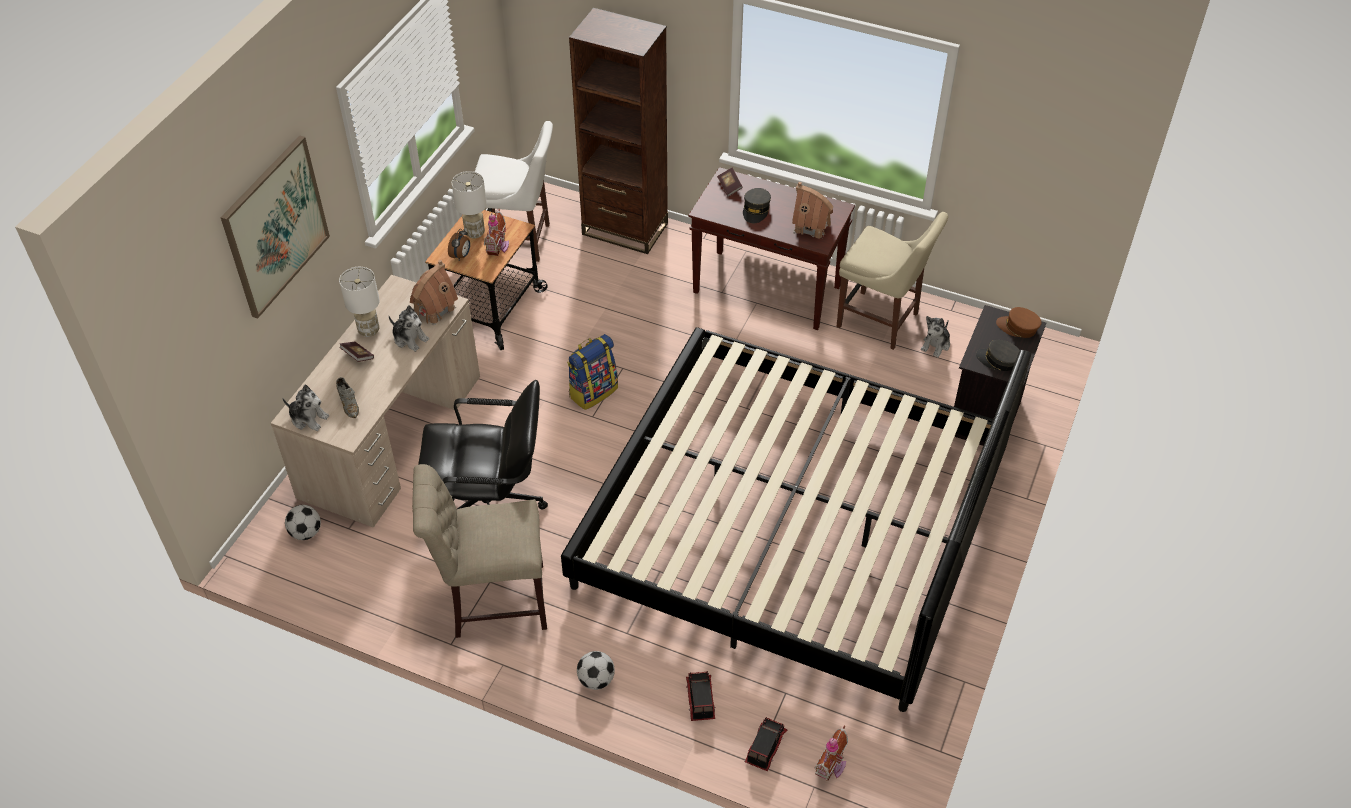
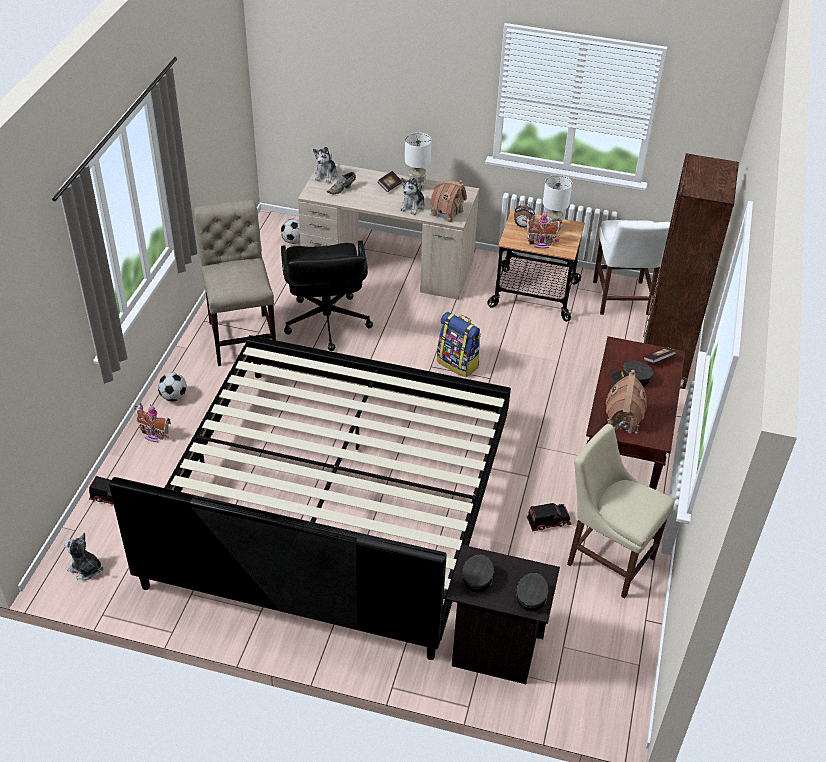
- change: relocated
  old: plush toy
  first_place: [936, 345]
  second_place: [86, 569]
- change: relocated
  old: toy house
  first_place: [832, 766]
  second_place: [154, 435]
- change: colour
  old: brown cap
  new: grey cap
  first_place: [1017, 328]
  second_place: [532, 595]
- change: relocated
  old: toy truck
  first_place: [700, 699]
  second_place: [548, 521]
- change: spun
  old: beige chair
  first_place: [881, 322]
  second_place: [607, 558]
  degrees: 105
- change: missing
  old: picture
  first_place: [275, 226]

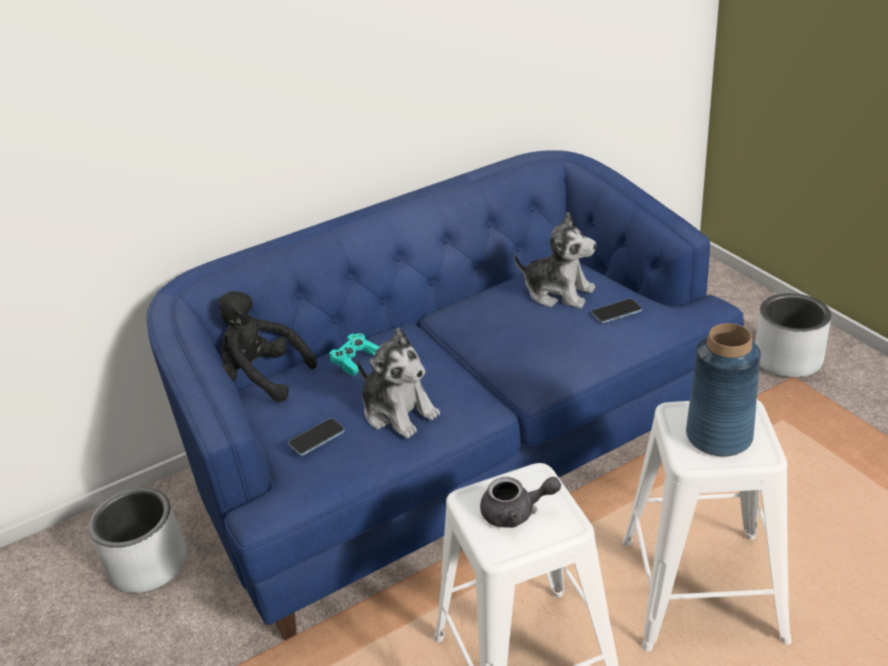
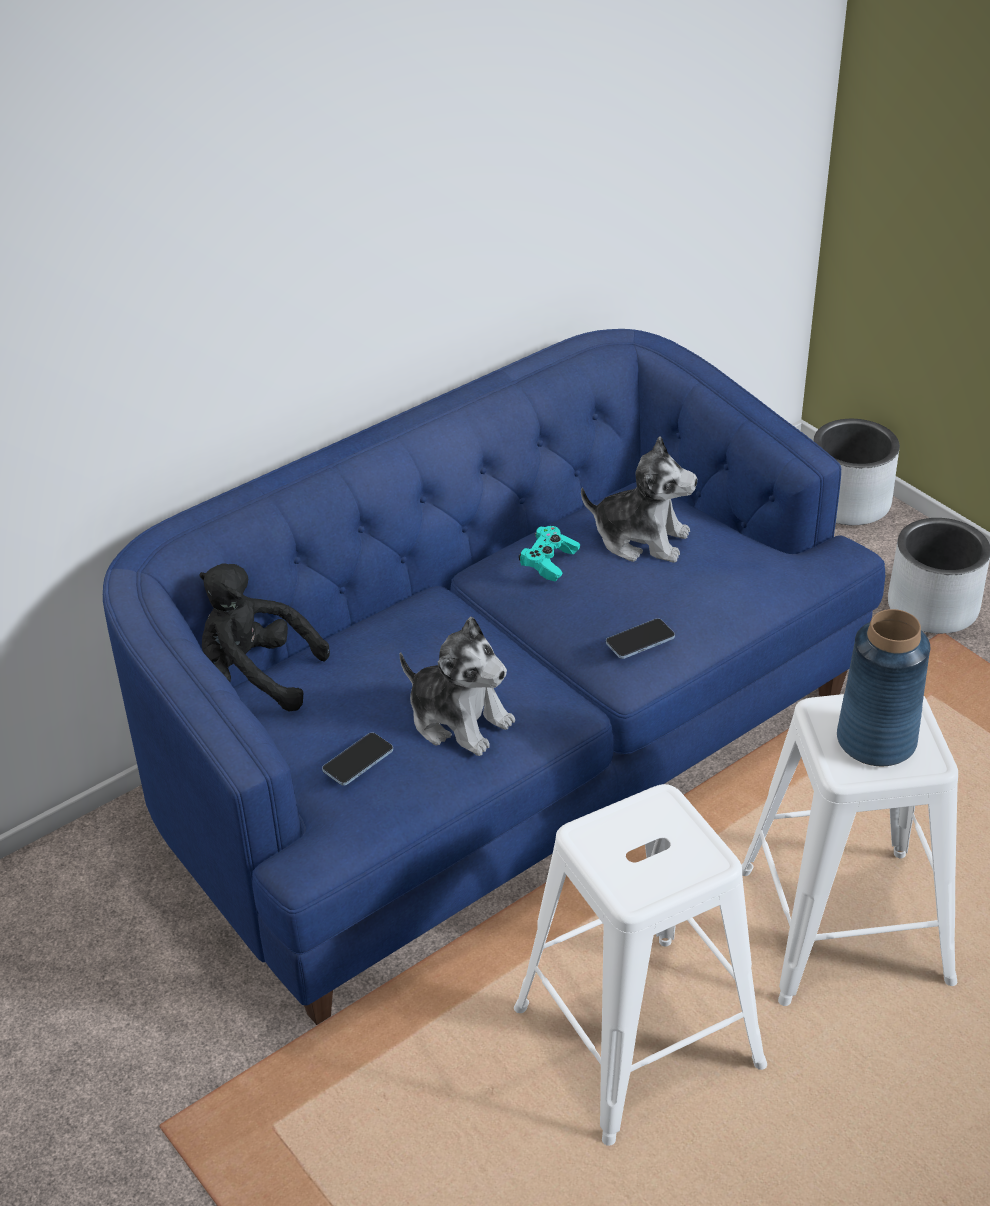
- change: relocated
  old: turquoise game controller
  first_place: [355, 361]
  second_place: [549, 562]
- change: relocated
  old: phone
  first_place: [616, 312]
  second_place: [640, 640]
- change: relocated
  old: grey planter
  first_place: [149, 564]
  second_place: [848, 503]
- change: missing
  old: grey teapot
  first_place: [516, 512]

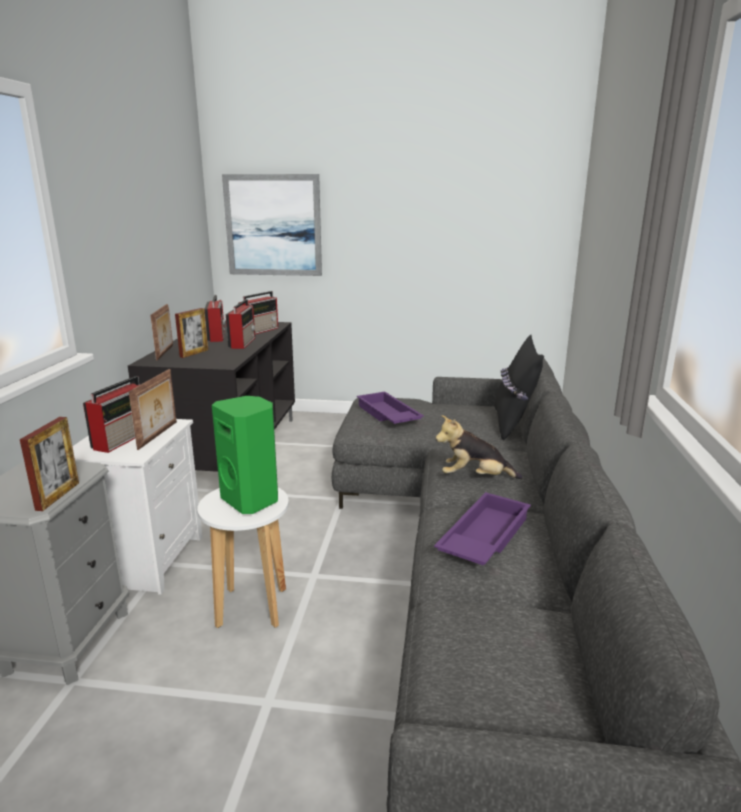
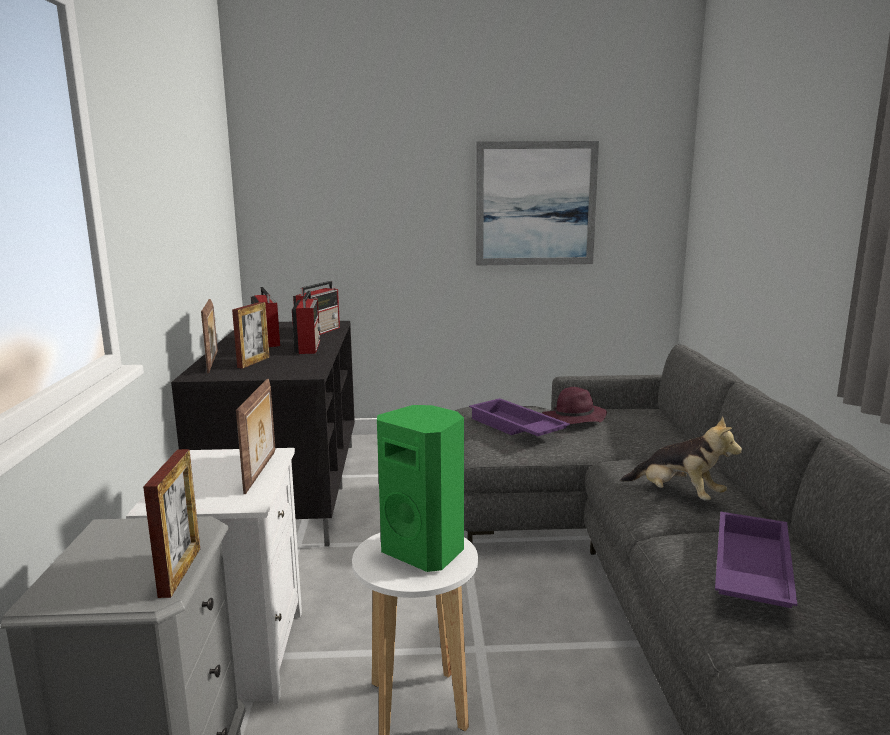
- change: relocated
  old: picture
  first_place: [273, 225]
  second_place: [535, 204]
- change: appeared
  new: purple hat
  second_place: [573, 419]
- change: spun
  old: plush toy
  first_place: [475, 478]
  second_place: [677, 495]
  degrees: -135
- change: missing
  old: radio
  first_place: [124, 438]
- change: missing
  old: black pillow
  first_place: [513, 424]

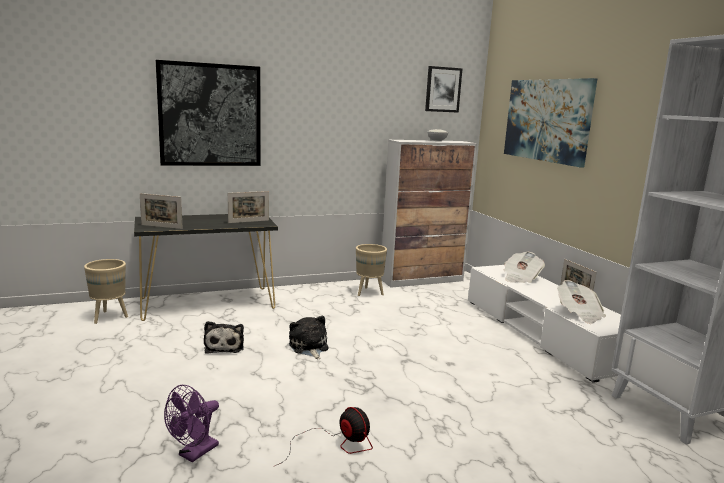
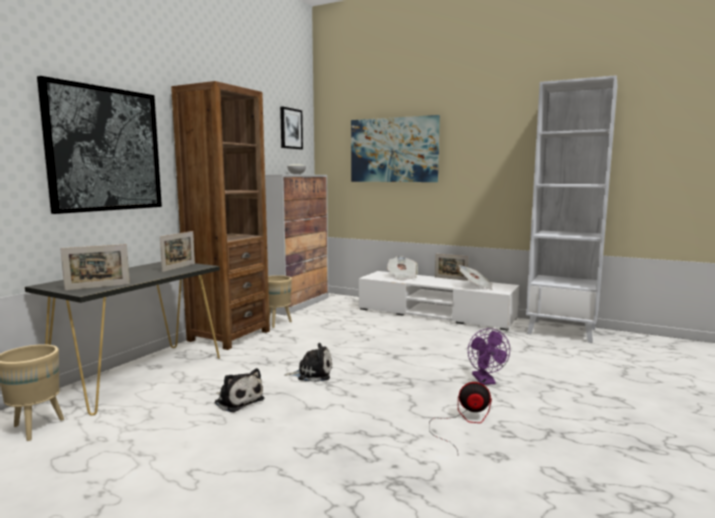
- change: appeared
  new: brown bookcase
  second_place: [229, 336]
- change: spun
  old: plush toy
  first_place: [309, 347]
  second_place: [312, 374]
  degrees: 150
- change: relocated
  old: purple fan
  first_place: [194, 454]
  second_place: [485, 381]

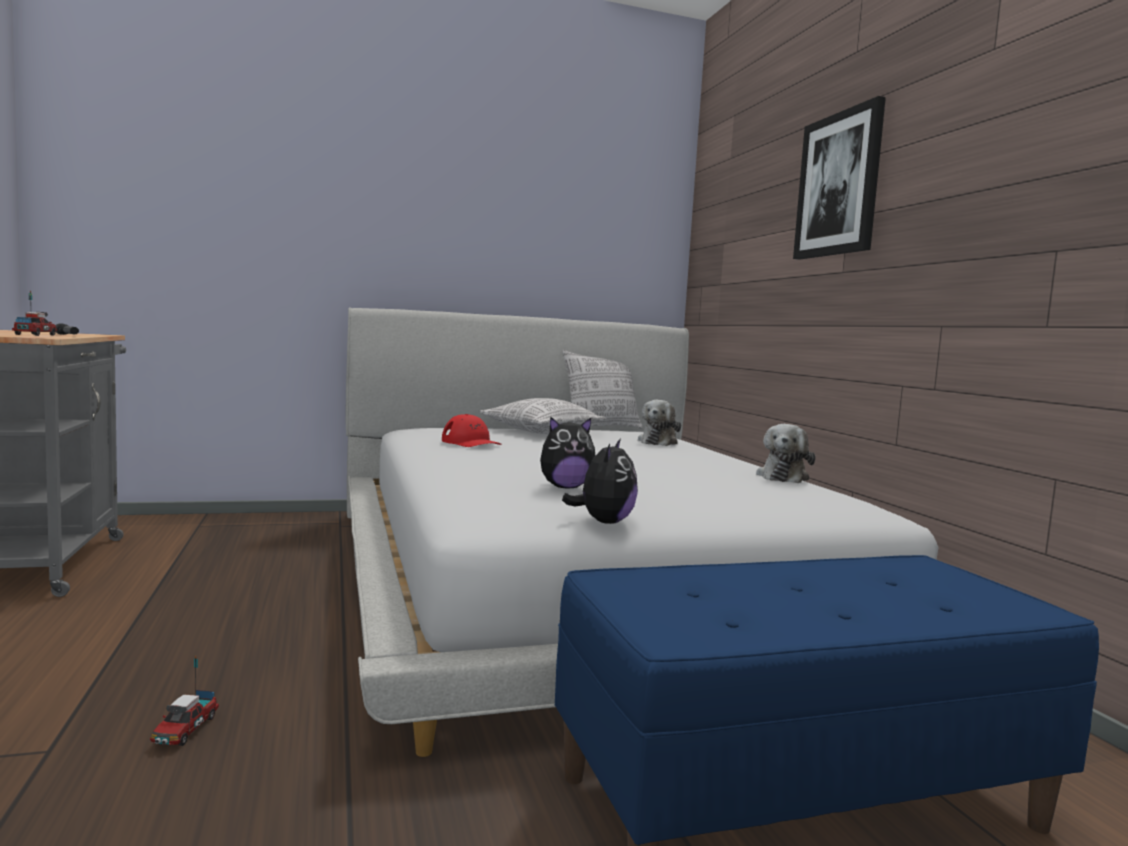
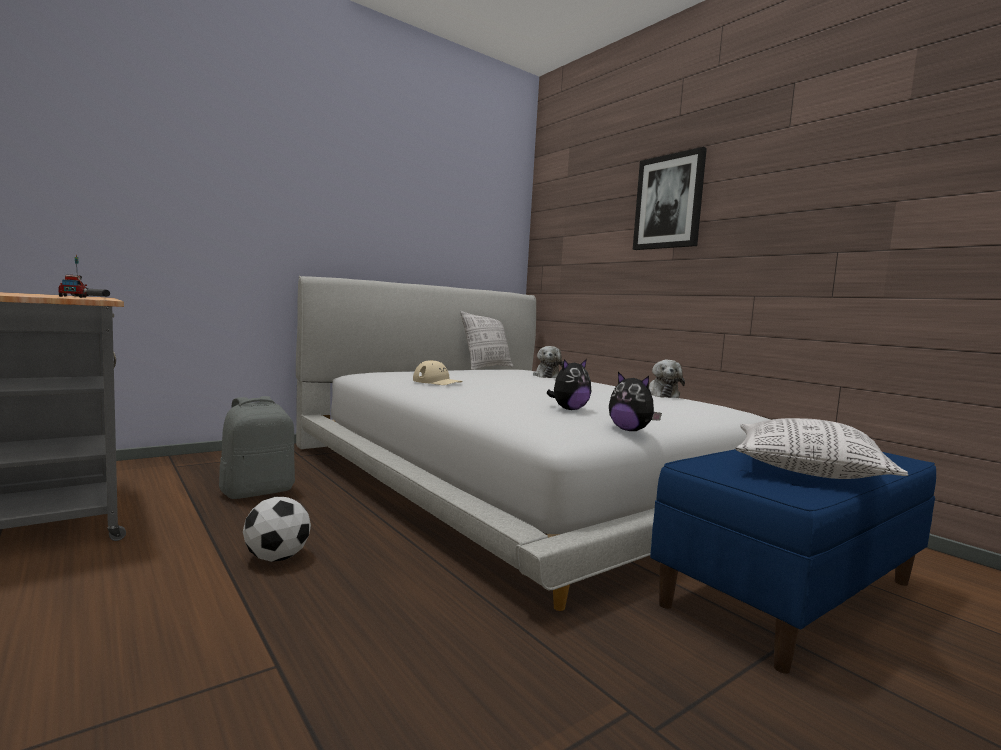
- change: appeared
  new: grey backpack
  second_place: [258, 491]
- change: appeared
  new: football
  second_place: [277, 558]
- change: colour
  old: red cap
  new: beige cap
  first_place: [471, 442]
  second_place: [437, 382]
- change: spun
  old: plush toy
  first_place: [603, 522]
  second_place: [630, 430]
  degrees: 135
- change: relocated
  old: pillow
  first_place: [542, 432]
  second_place: [807, 470]
- change: missing
  old: toy truck
  first_place: [185, 730]

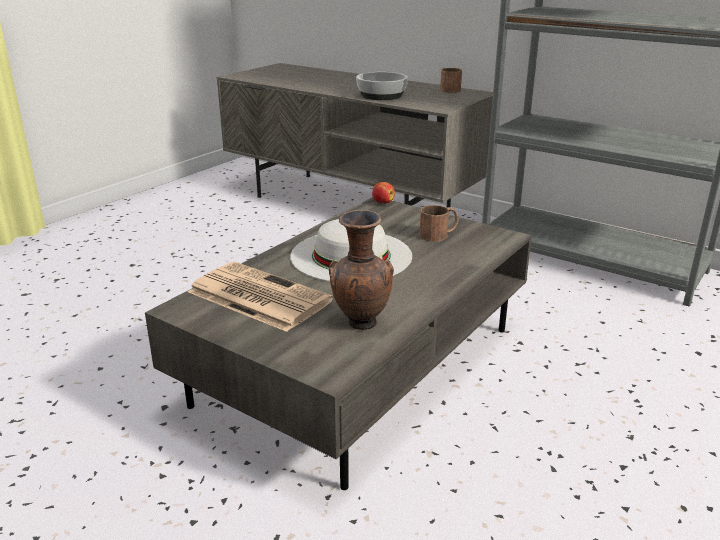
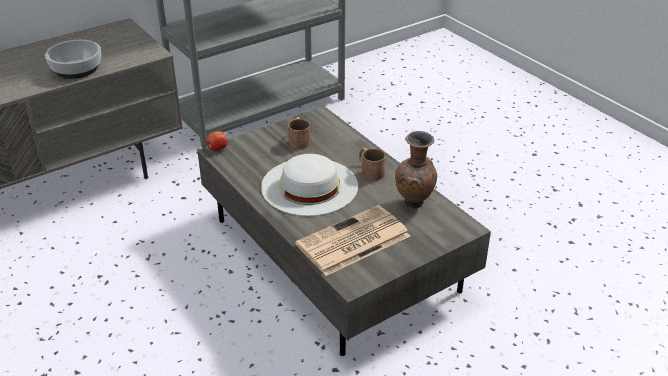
- change: relocated
  old: brown mug
  first_place: [453, 89]
  second_place: [369, 171]

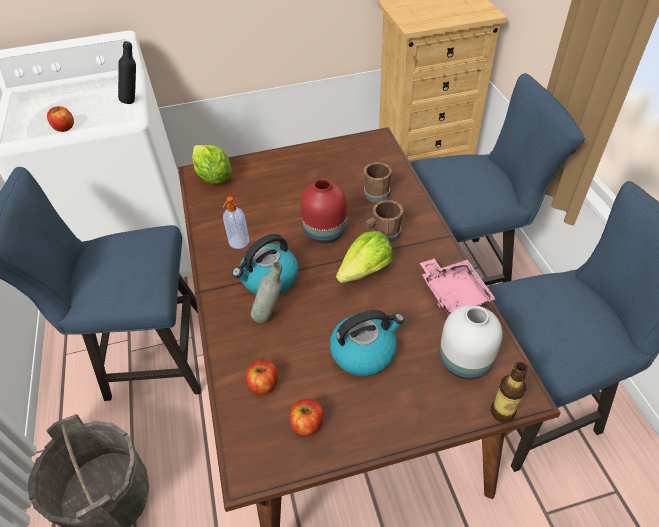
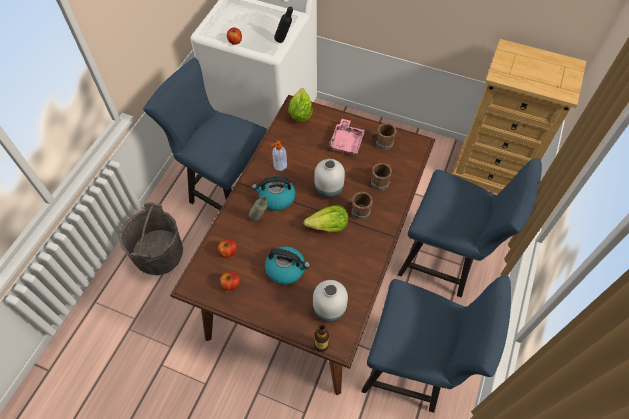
- change: colour
  old: red vase
  new: white vase
  first_place: [326, 233]
  second_place: [329, 189]
- change: relocated
  old: pink tray
  first_place: [454, 293]
  second_place: [346, 142]
- change: appeared
  new: brown mug
  second_place: [382, 143]

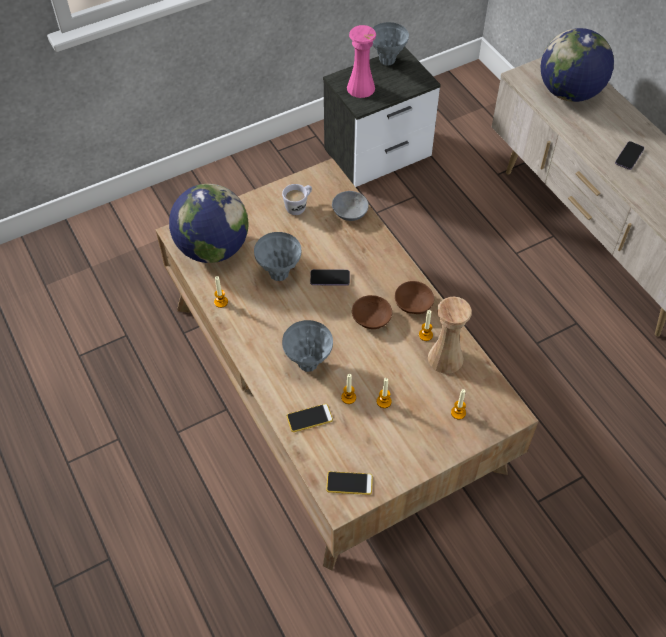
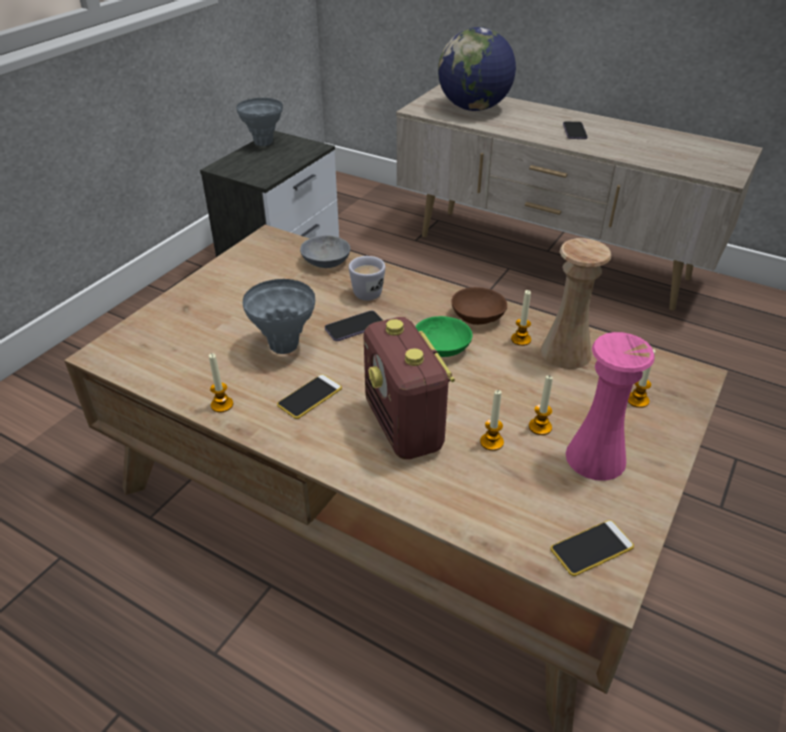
- change: relocated
  old: phone
  first_place: [309, 418]
  second_place: [309, 397]
- change: relocated
  old: white mug
  first_place: [299, 206]
  second_place: [369, 290]
- change: exchanged
  old: grey vase
  new: radio
  first_place: [308, 364]
  second_place: [404, 426]
- change: colour
  old: brown bowl
  new: green bowl
  first_place: [370, 319]
  second_place: [441, 348]
- change: relocated
  old: pink vase
  first_place: [361, 88]
  second_place: [595, 458]
- change: missing
  old: globe
  first_place: [213, 248]

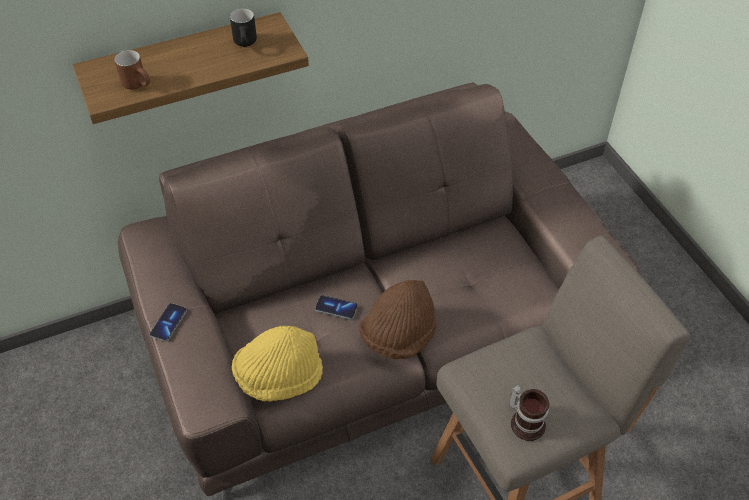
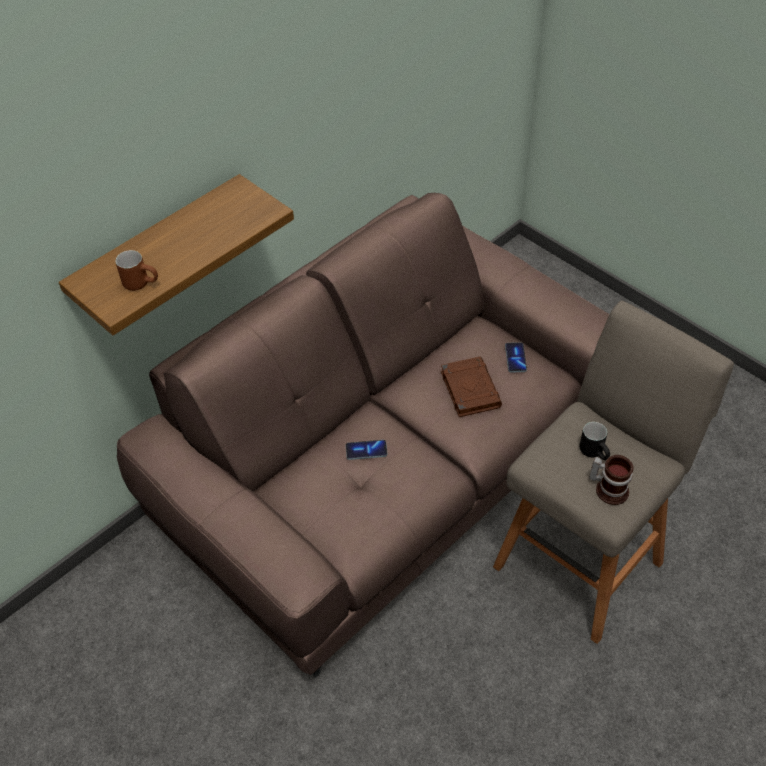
- change: appeared
  new: brown book
  second_place: [469, 389]
- change: relocated
  old: phone
  first_place: [168, 323]
  second_place: [515, 358]
- change: relocated
  old: black mug
  first_place: [247, 44]
  second_place: [595, 452]
- change: missing
  old: yellow hat
  first_place: [279, 377]
- change: missing
  old: brown hat
  first_place: [398, 336]

